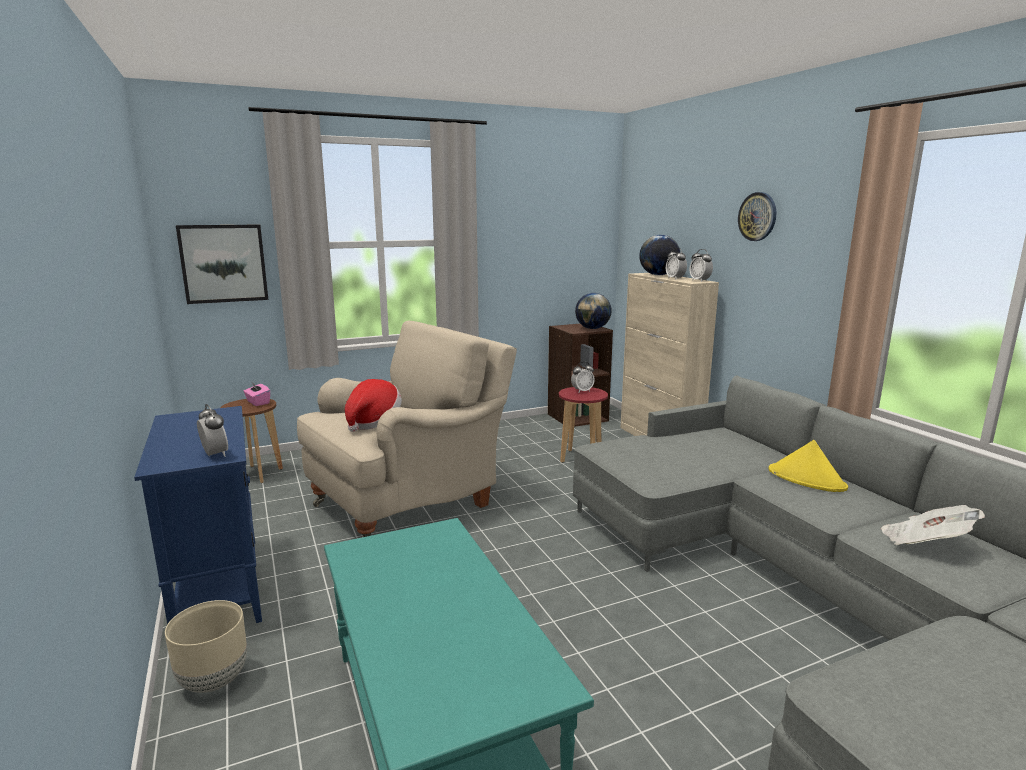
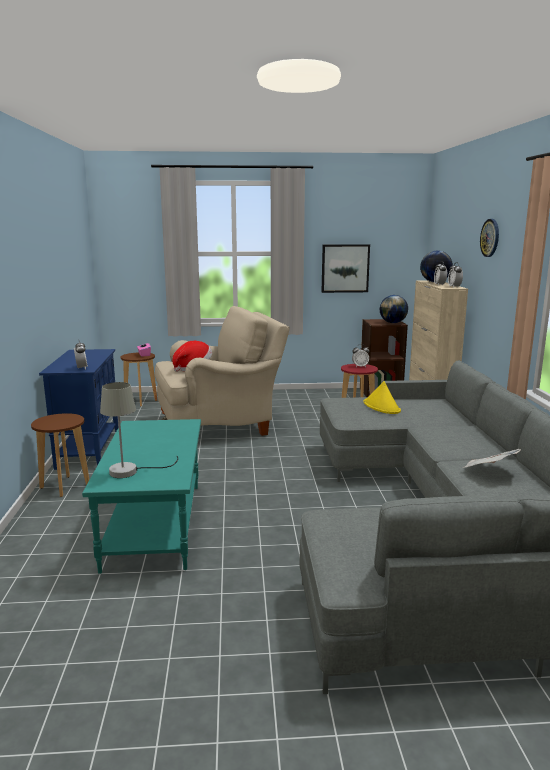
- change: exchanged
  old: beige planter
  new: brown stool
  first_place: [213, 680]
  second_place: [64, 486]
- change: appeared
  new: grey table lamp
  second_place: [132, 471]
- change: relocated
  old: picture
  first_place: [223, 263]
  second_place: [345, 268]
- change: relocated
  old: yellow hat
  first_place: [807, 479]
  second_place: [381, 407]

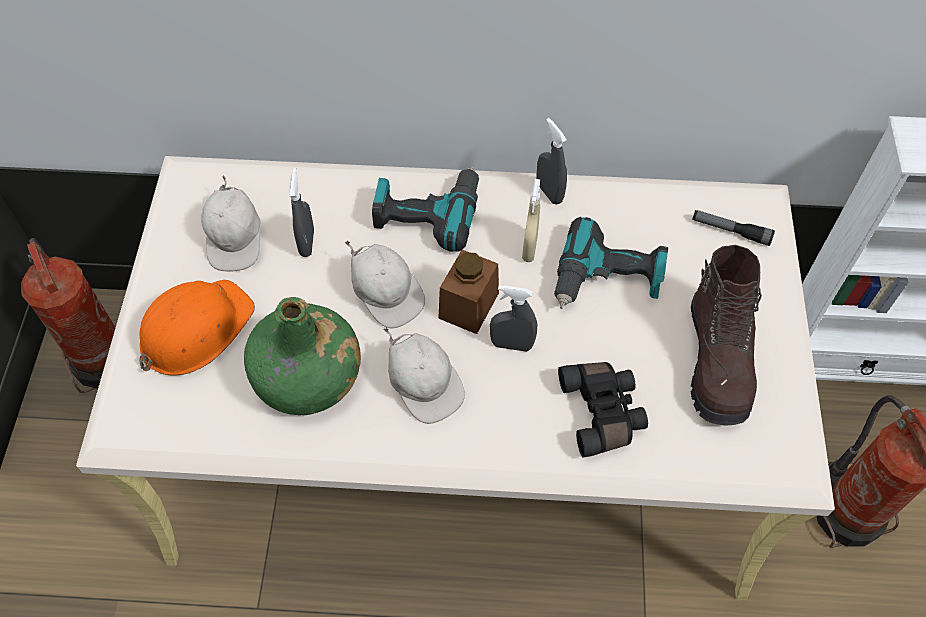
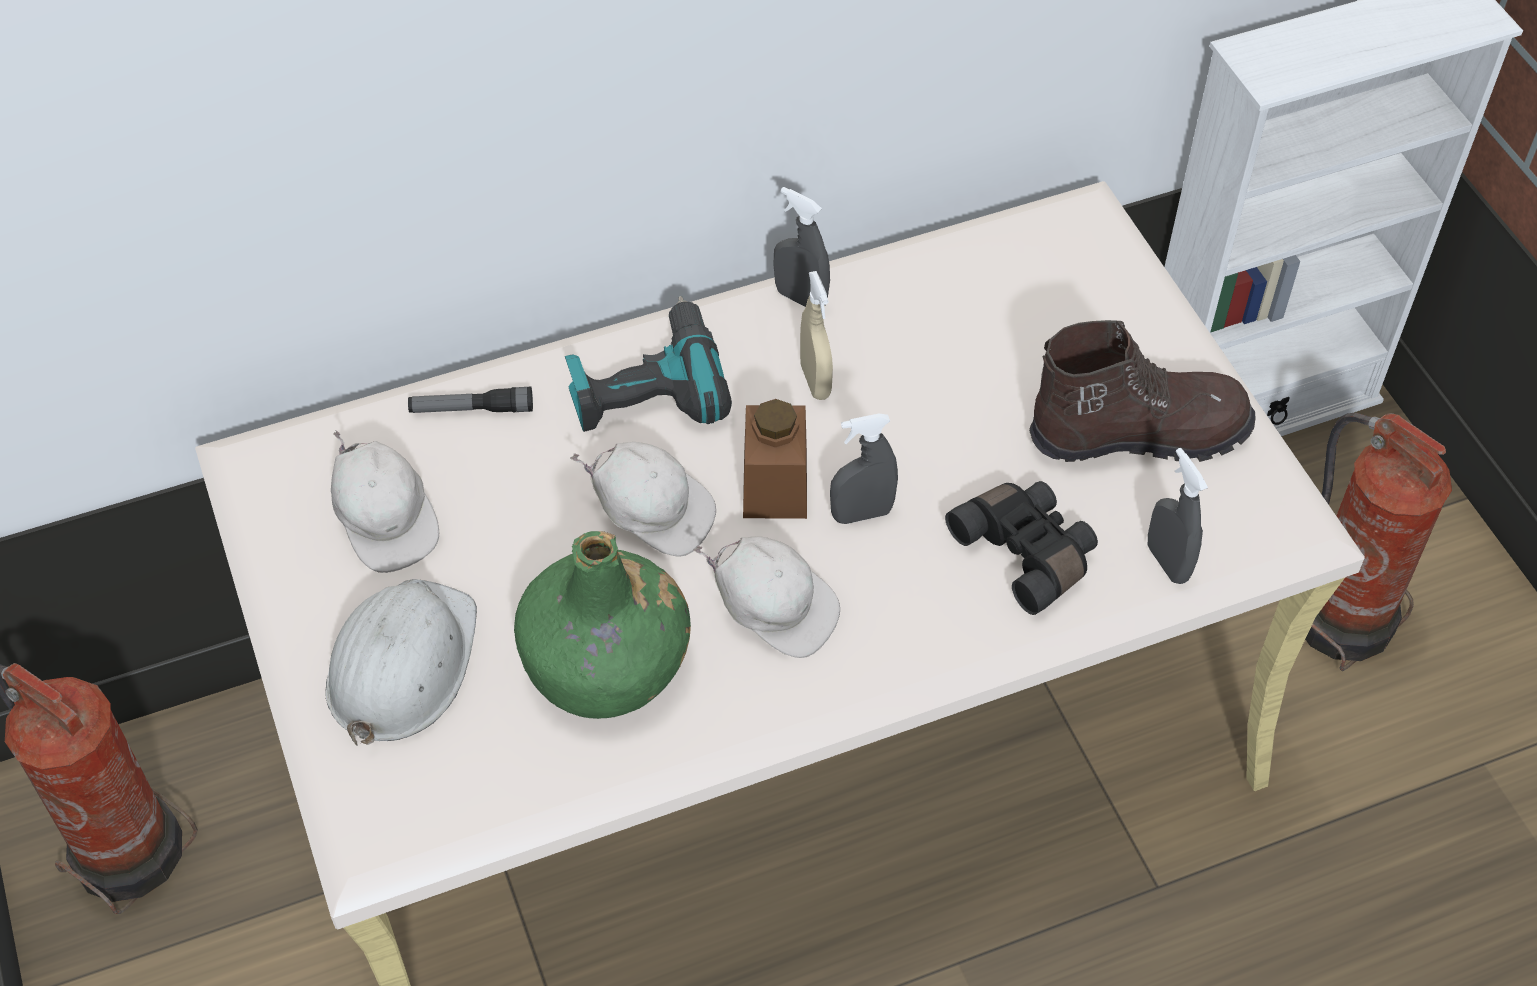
- change: colour
  old: orange hard hat
  new: white hard hat
  first_place: [195, 329]
  second_place: [401, 665]
- change: relocated
  old: flashlight
  first_place: [730, 231]
  second_place: [471, 409]
- change: spun
  old: brown boot
  first_place: [718, 361]
  second_place: [1137, 433]
  degrees: -75
- change: relocated
  old: grey spray bottle
  first_place: [307, 243]
  second_place: [1167, 562]
- change: missing
  old: power drill
  first_place: [607, 280]

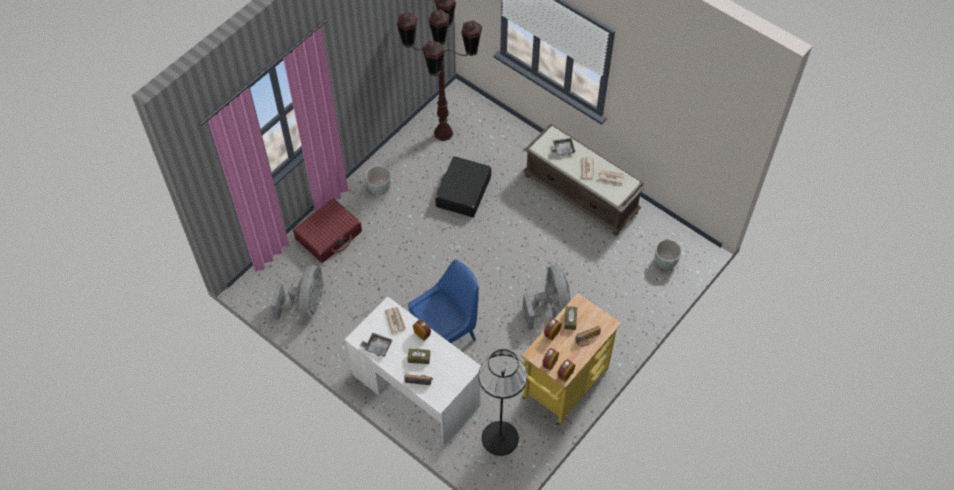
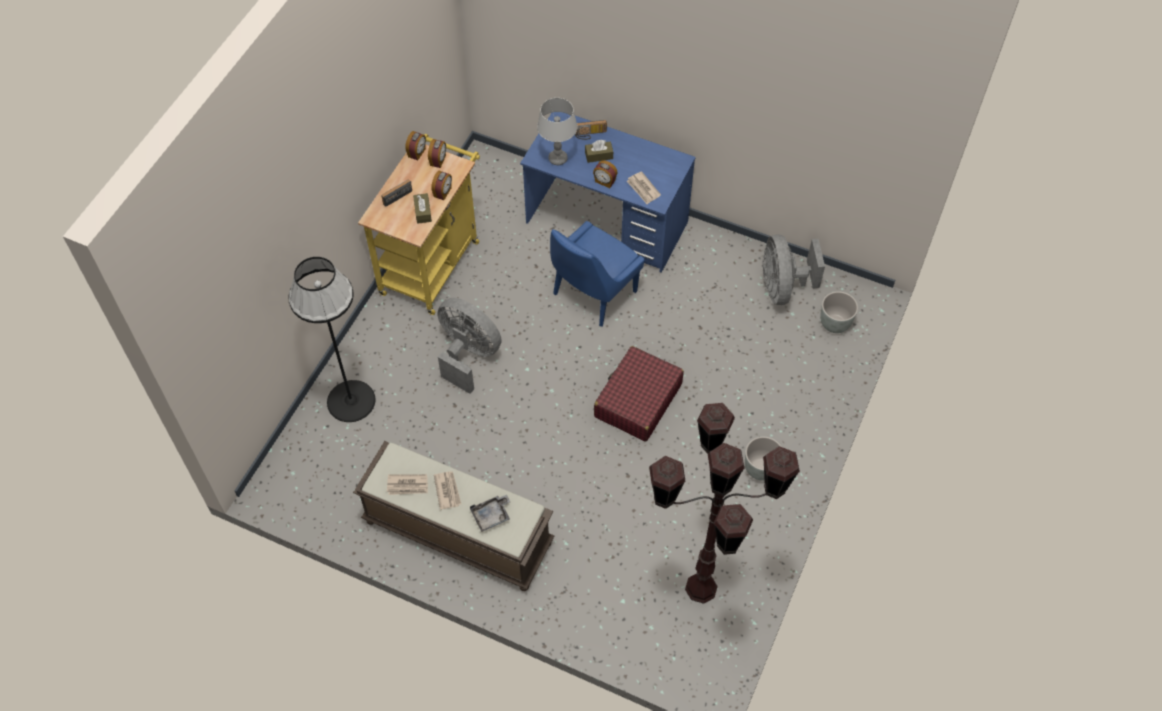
- change: relocated
  old: black floor lamp
  first_place: [499, 438]
  second_place: [351, 401]
- change: spun
  old: grey fan
  first_place: [550, 307]
  second_place: [468, 355]
  degrees: 150
- change: colour
  old: white desk
  new: blue desk
  first_place: [416, 390]
  second_place: [607, 223]
- change: appeared
  new: grey table lamp
  second_place: [558, 159]
- change: relocated
  old: red suitcase
  first_place: [329, 235]
  second_place: [637, 401]
- change: relocated
  old: grey planter
  first_place: [665, 262]
  second_place: [835, 324]
- change: missing
  old: grey tray
  first_place: [377, 347]
- change: missing
  old: black suitcase
  first_place: [463, 192]

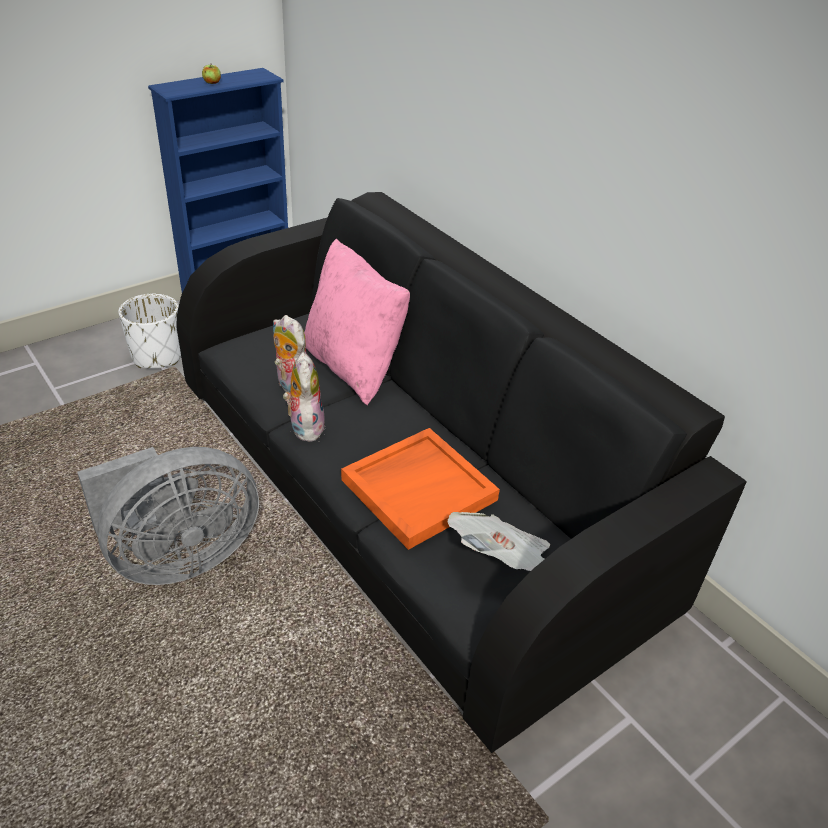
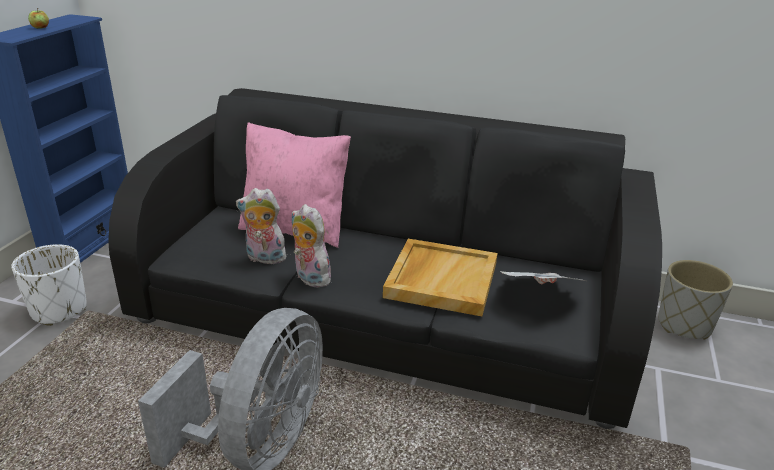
- change: colour
  old: orange tray
  new: beige tray
  first_place: [419, 489]
  second_place: [441, 279]
- change: appeared
  new: grey planter
  second_place: [684, 325]

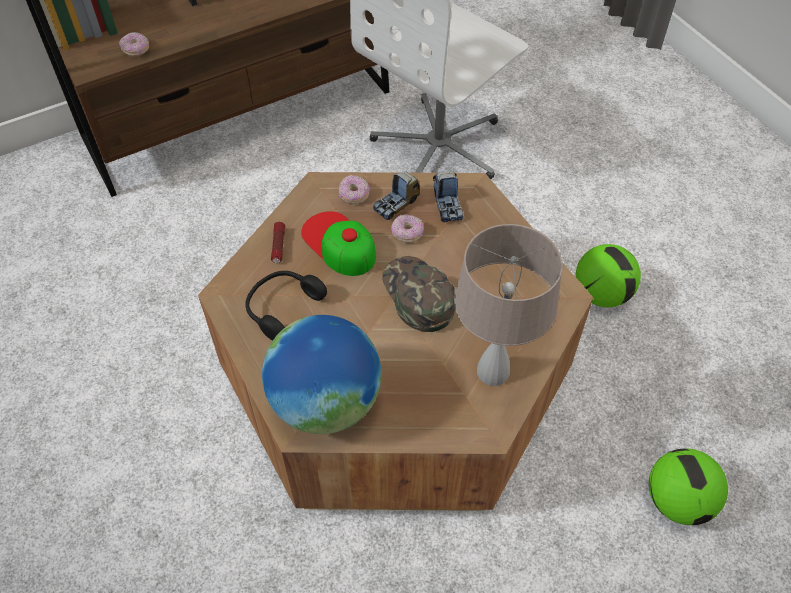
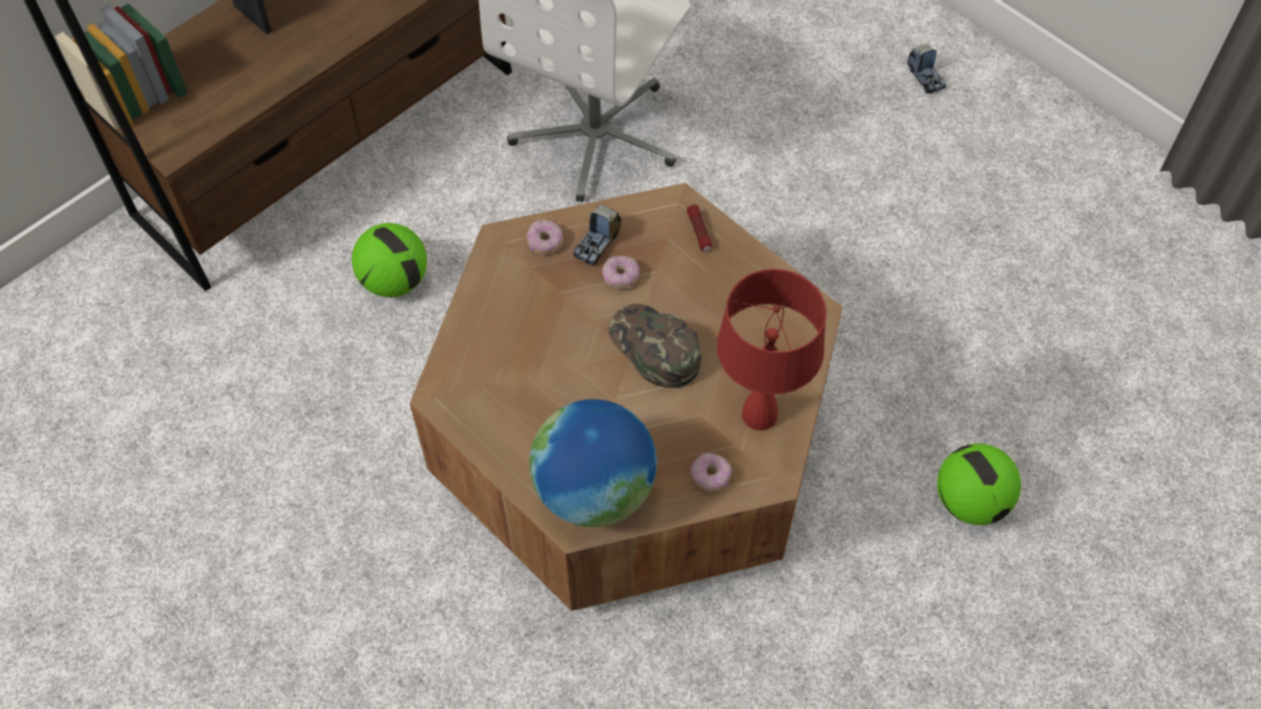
- change: relocated
  old: football
  first_place: [601, 294]
  second_place: [394, 281]
- change: relocated
  old: flashlight
  first_place: [278, 246]
  second_place: [699, 232]
- change: relocated
  old: donut
  first_place: [136, 50]
  second_place: [710, 476]
- change: colour
  old: beige table lamp
  new: red table lamp
  first_place: [494, 371]
  second_place: [760, 414]
- change: relocated
  old: toy truck
  first_place: [447, 205]
  second_place: [925, 77]
- change: missing
  old: black headphones
  first_place: [282, 307]
- change: missing
  old: cap
  first_place: [339, 243]

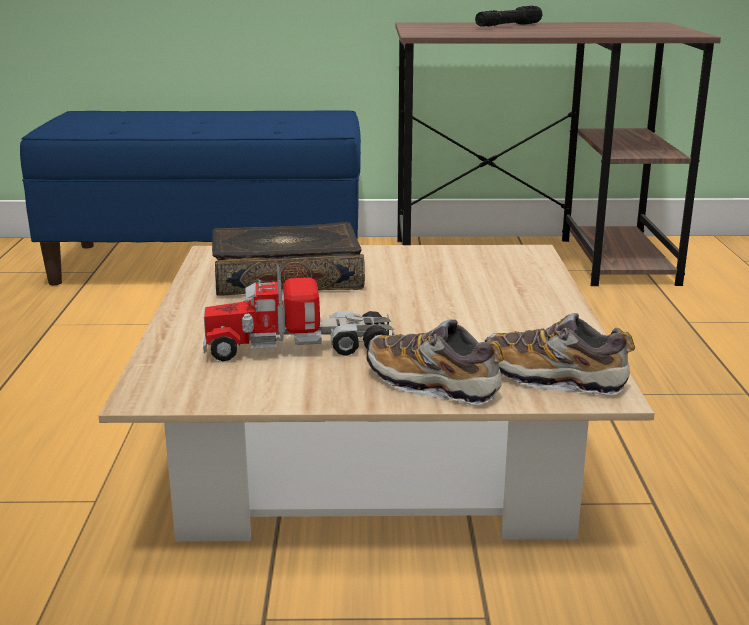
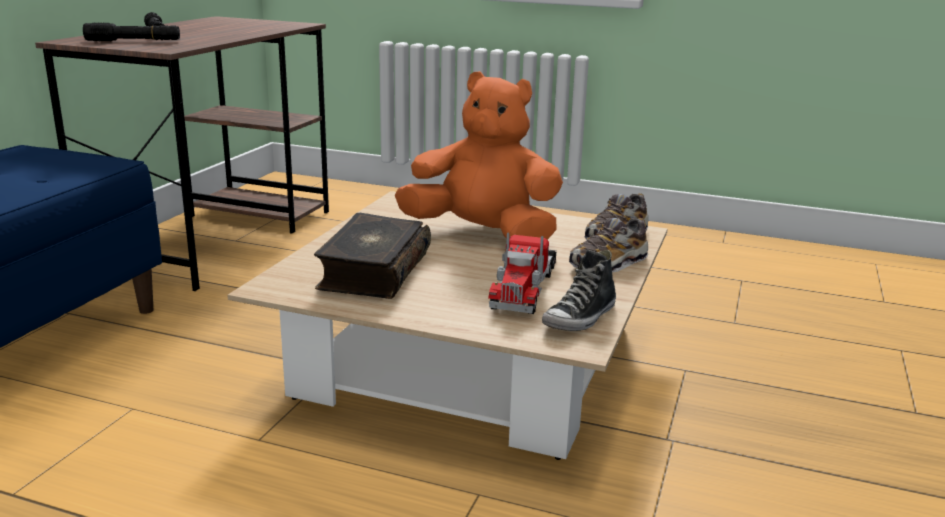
- change: appeared
  new: black flashlight
  second_place: [133, 41]
- change: appeared
  new: orange plush toy
  second_place: [483, 235]
- change: appeared
  new: shoe
  second_place: [580, 318]

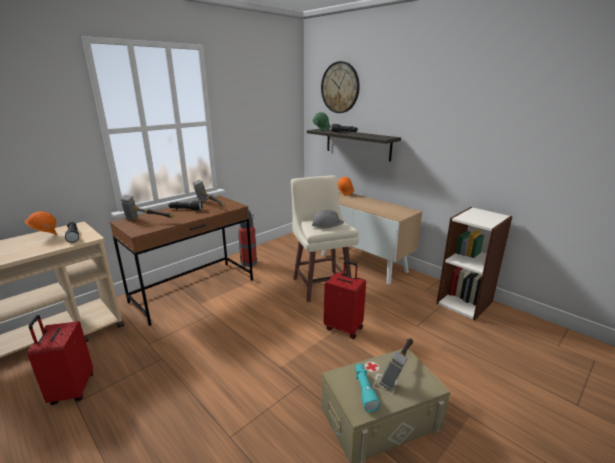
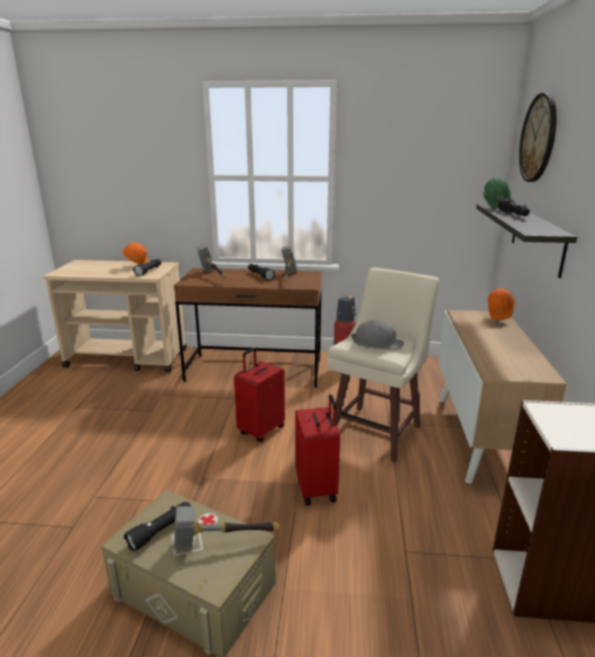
- change: colour
  old: turquoise flashlight
  new: black flashlight
  first_place: [364, 390]
  second_place: [161, 530]
- change: relocated
  old: red suitcase
  first_place: [71, 390]
  second_place: [260, 430]

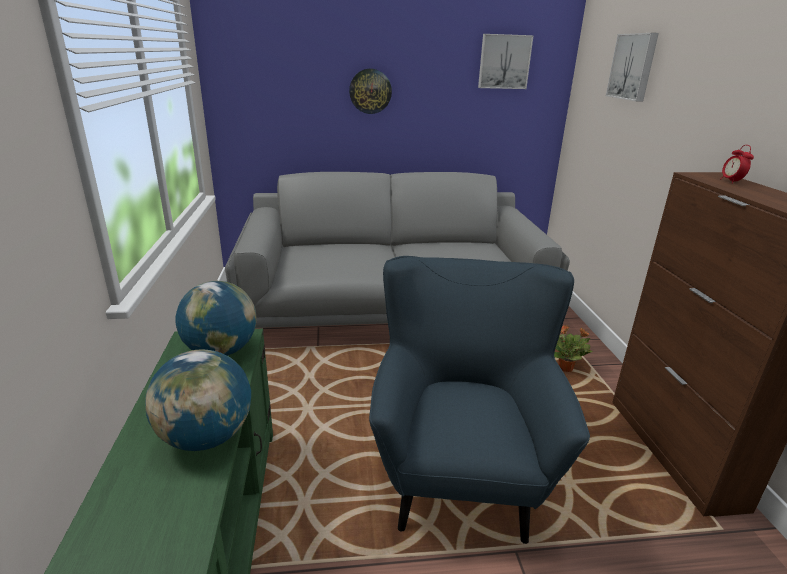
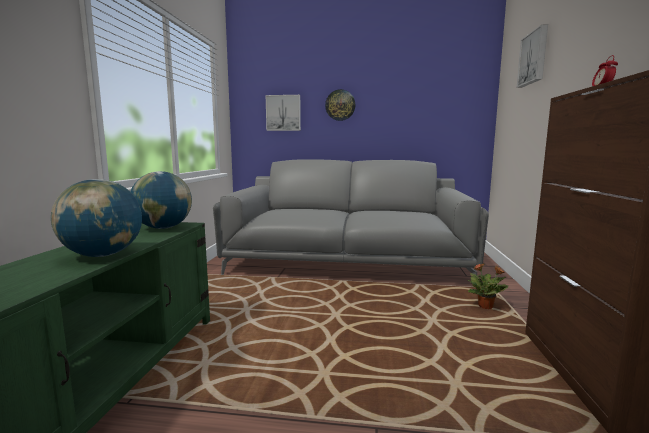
- change: relocated
  old: picture
  first_place: [504, 62]
  second_place: [283, 113]
- change: missing
  old: blue armchair
  first_place: [460, 470]

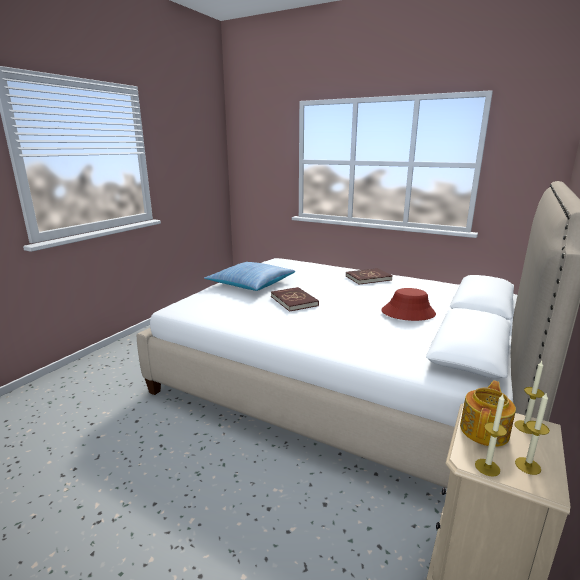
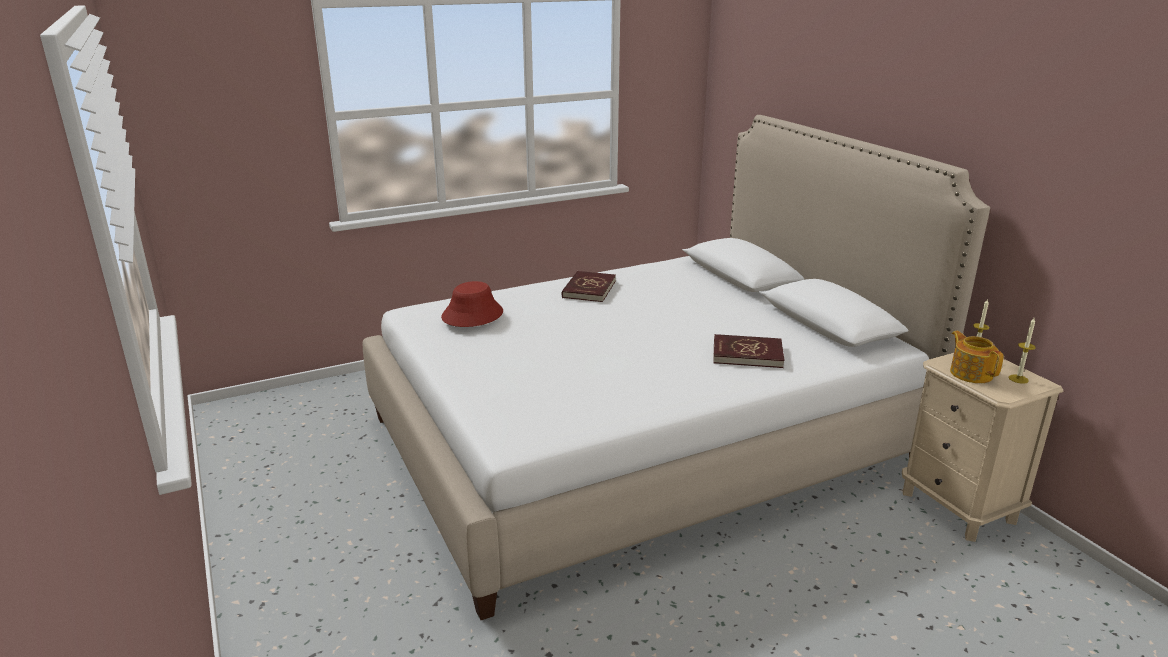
- change: relocated
  old: red hat
  first_place: [408, 313]
  second_place: [472, 315]
- change: relocated
  old: red book
  first_place: [294, 301]
  second_place: [747, 354]
- change: missing
  old: pillow
  first_place: [251, 283]
- change: missing
  old: candle
  first_place: [487, 467]

